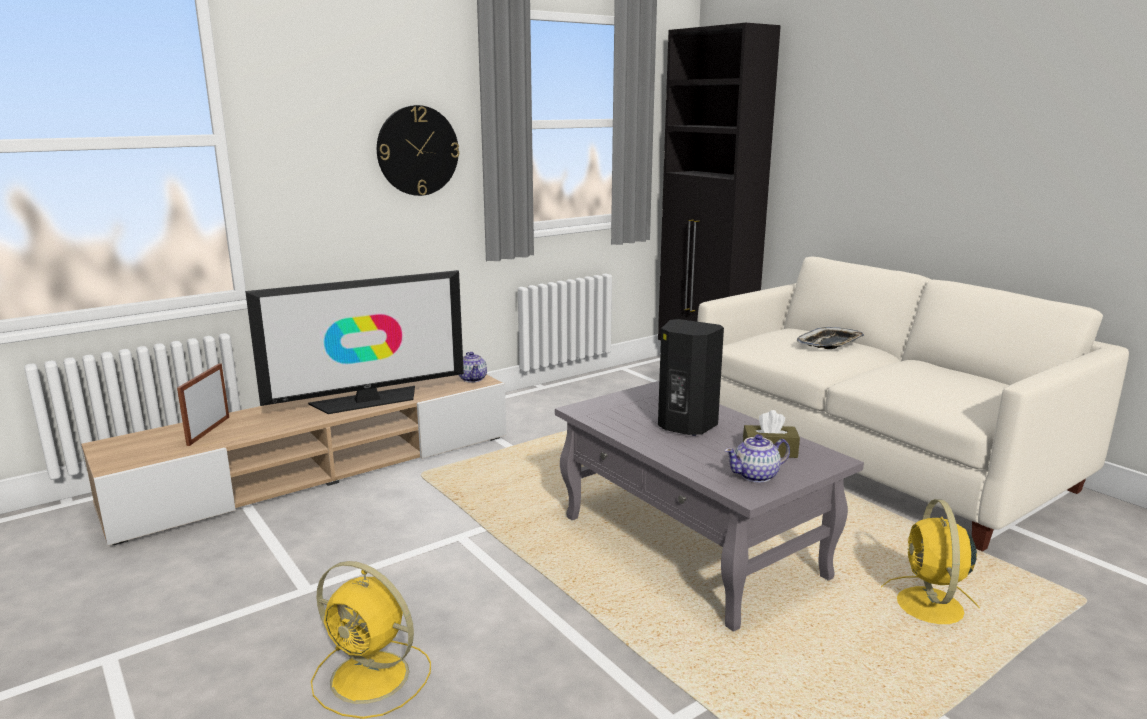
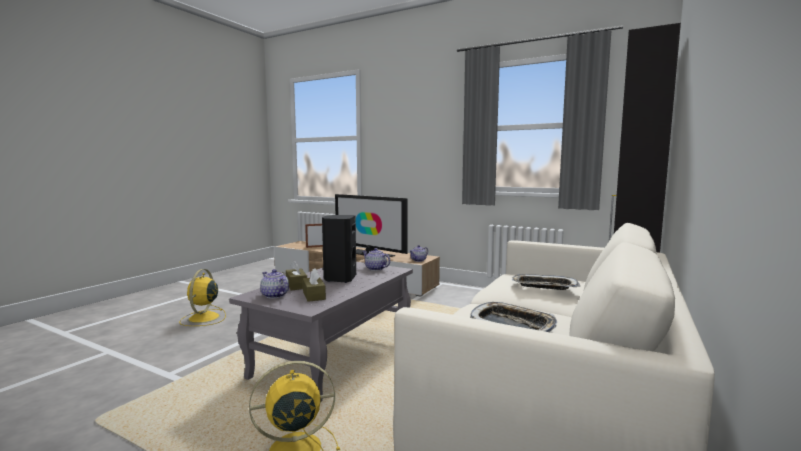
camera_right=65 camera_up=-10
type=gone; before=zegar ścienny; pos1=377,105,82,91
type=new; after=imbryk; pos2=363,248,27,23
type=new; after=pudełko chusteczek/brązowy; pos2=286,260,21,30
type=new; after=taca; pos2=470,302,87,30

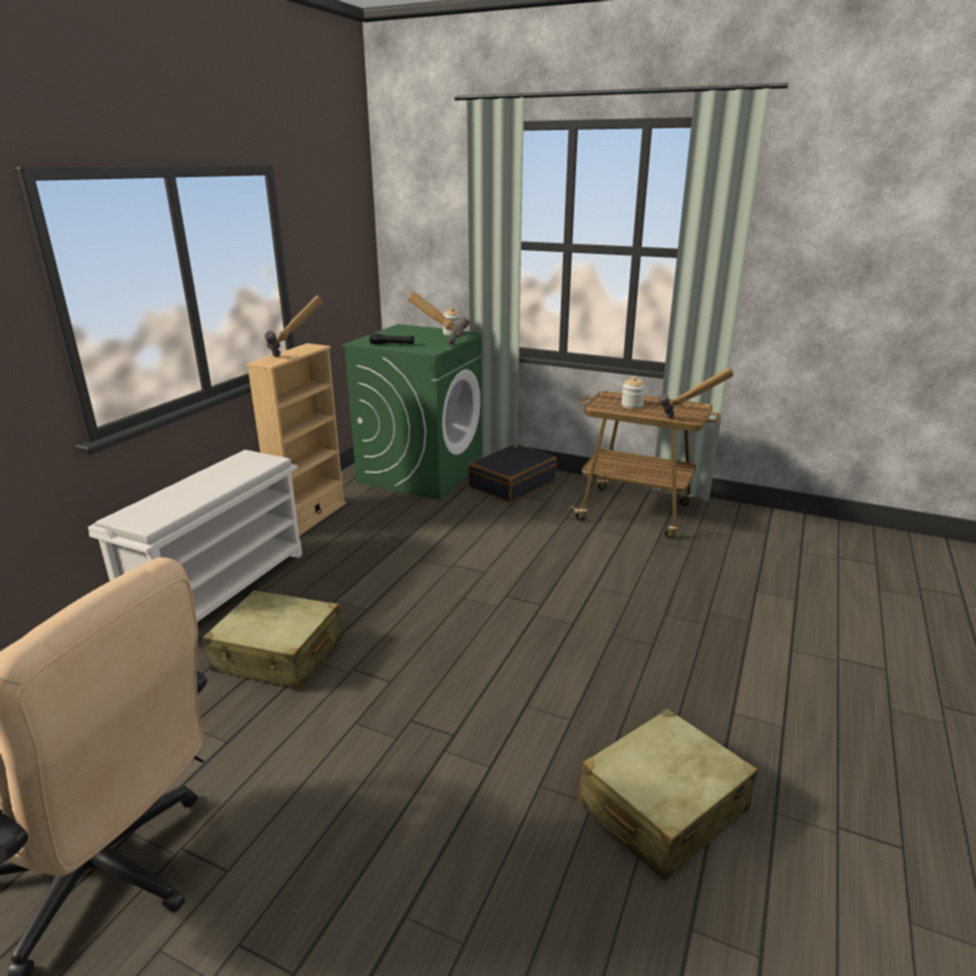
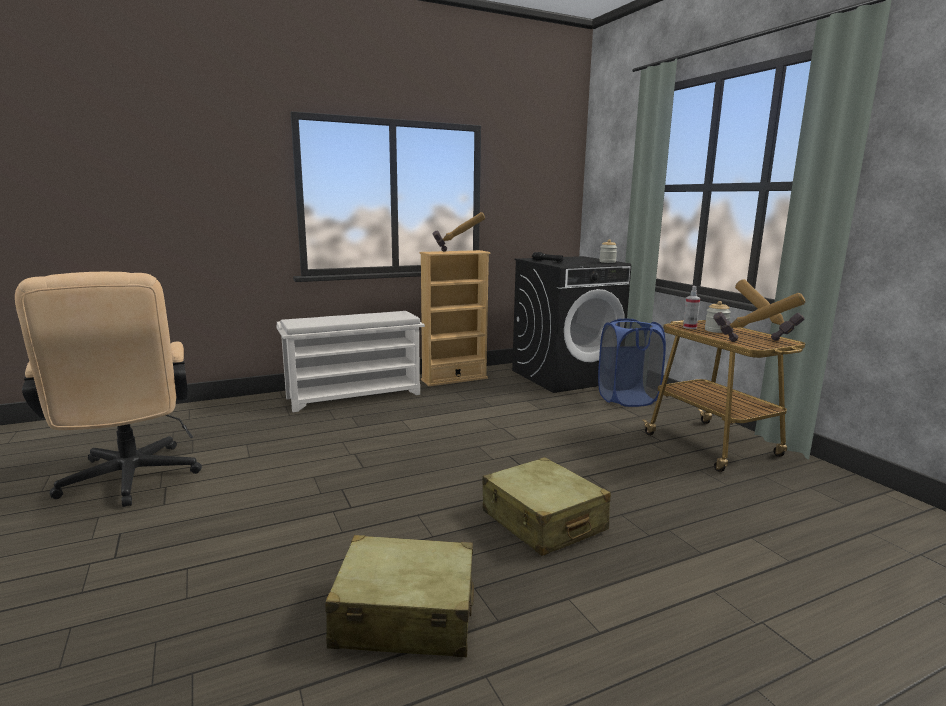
camera_right=40 camera_up=-10
type=shifted; before=młotek; pos1=408,292,62,52; pos2=735,279,70,62
type=repainted; before=pralka/zielony; after=pralka/czarny; pos1=342,324,140,176; pos2=512,256,119,137
type=swapped; before=walizka/czarny; after=kosz na pranie/niebieski; pos1=468,444,89,58; pos2=598,319,68,88
type=shifted; before=walizka/beżowy; pos1=202,590,141,99; pos2=482,457,129,99
type=new; after=spryskiwacz; pos2=683,286,17,43

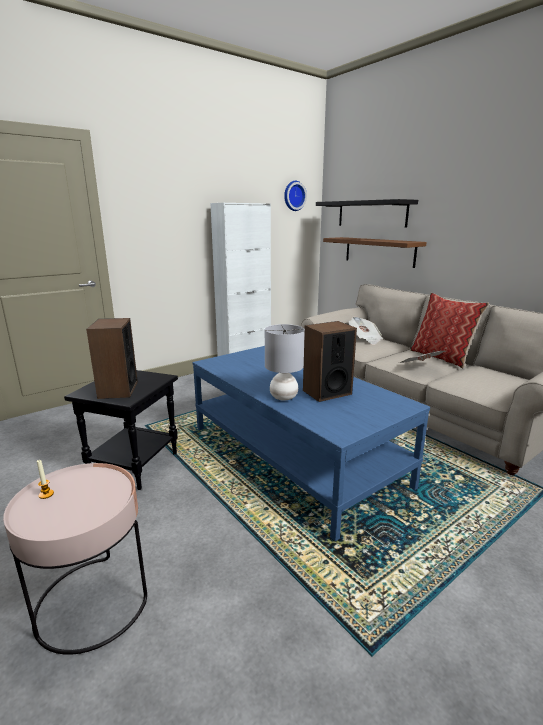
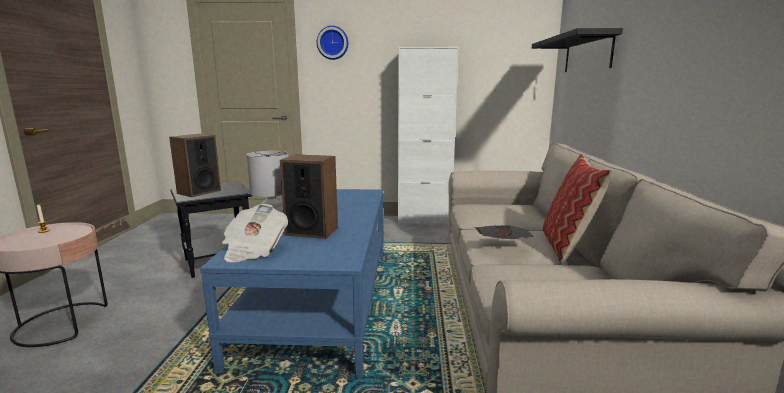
camera_right=40 camera_up=-5
type=shifted; before=zegar ścienny; pos1=284,181,23,30; pos2=317,26,31,34
type=gone; before=półka/brązowy; pos1=323,237,104,31
type=shifted; before=gazeta; pos1=348,317,35,28; pos2=222,204,66,58

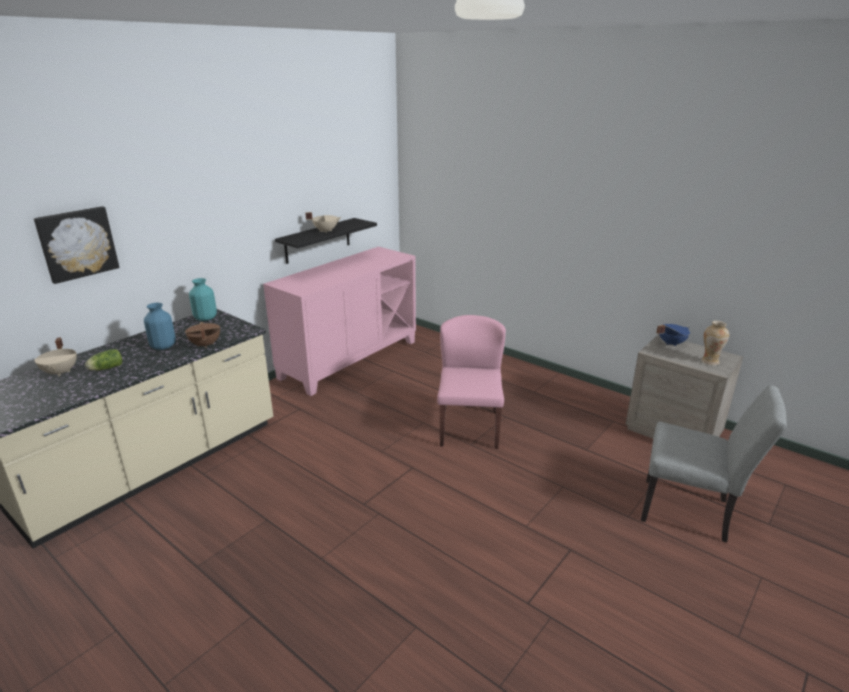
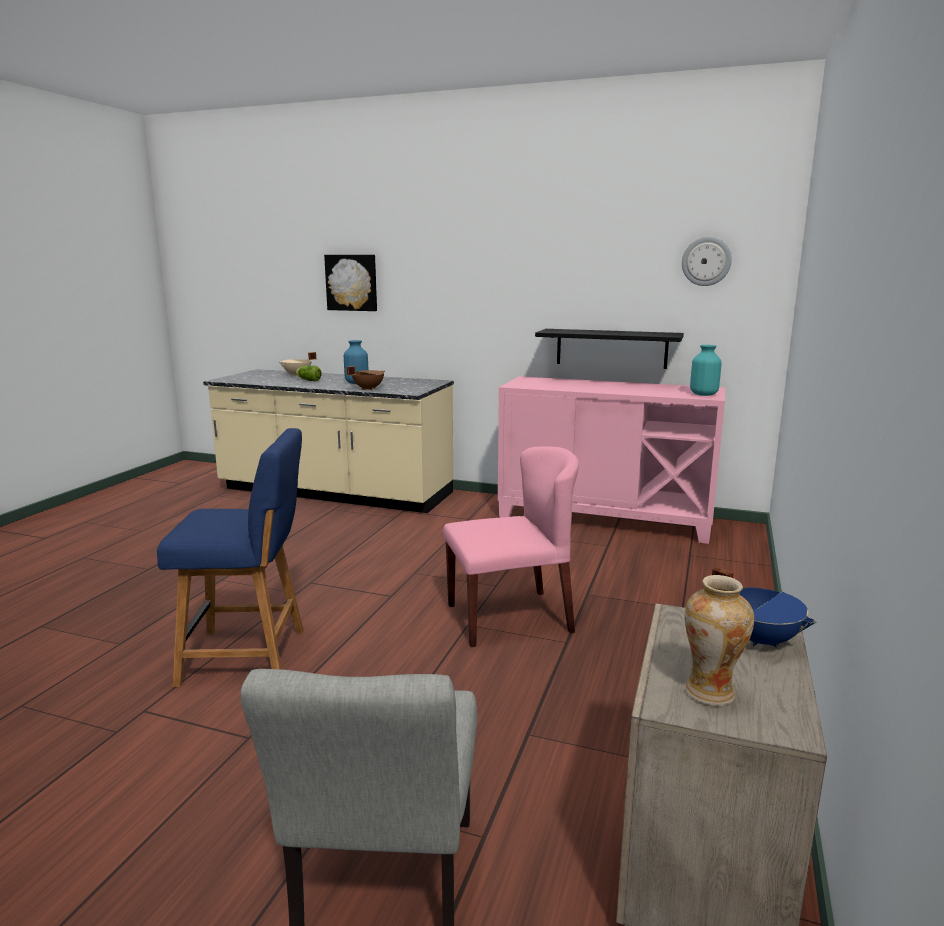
camera_right=70 camera_up=-10
type=gone; before=garnek/beżowy; pos1=305,212,36,21
type=shifted; before=wazon/turkusowy; pos1=189,278,28,43; pos2=690,345,32,51
type=new; after=zegar ścienny; pos2=682,237,50,49
type=new; after=krzesło/niebieski; pos2=157,428,147,259

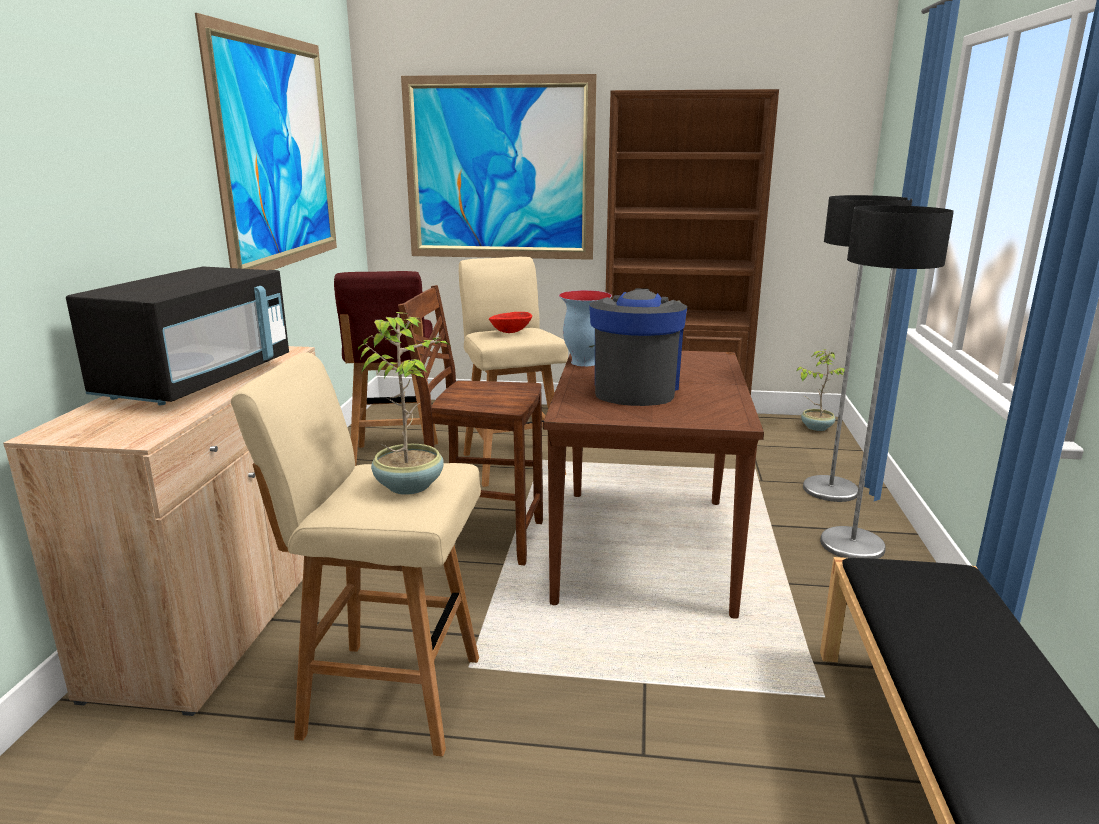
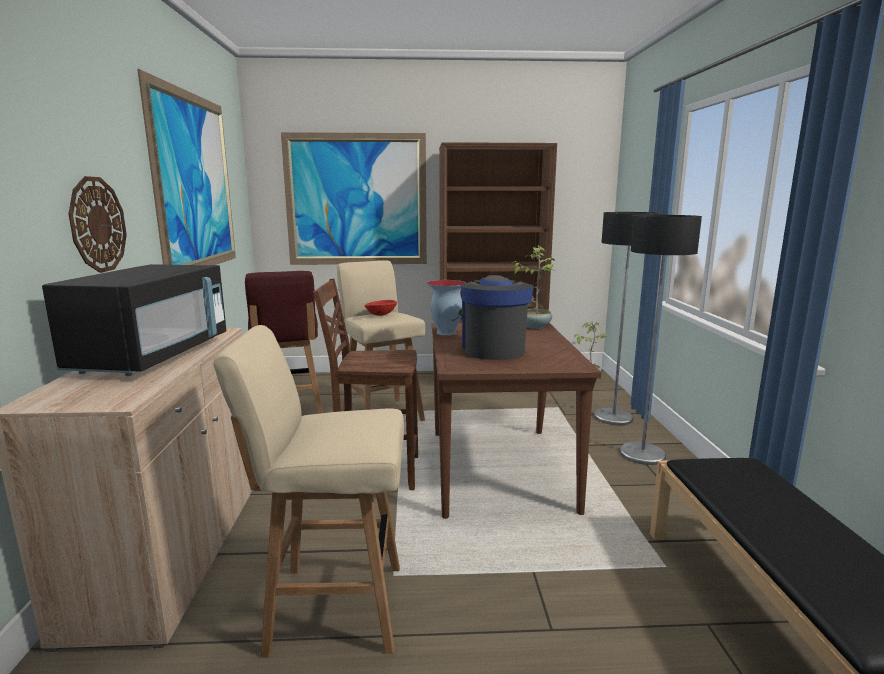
camera_right=-10 camera_up=-5
type=shifted; before=roślina doniczkowa; pos1=358,312,92,183; pos2=513,245,43,84
type=new; after=zegar ścienny; pos2=68,176,59,97

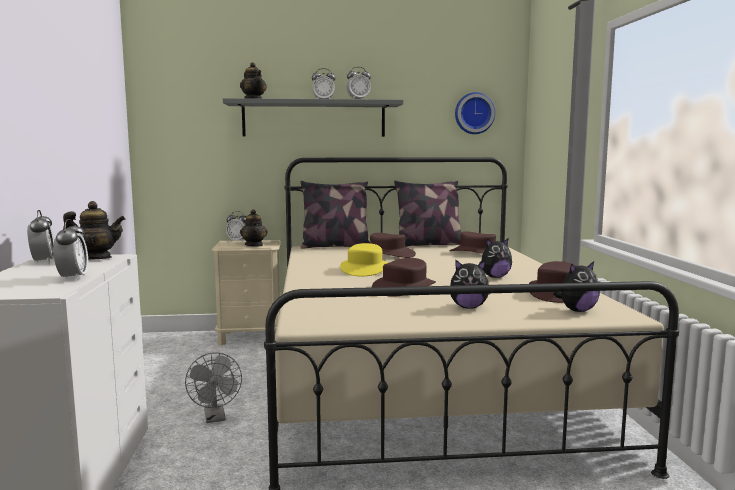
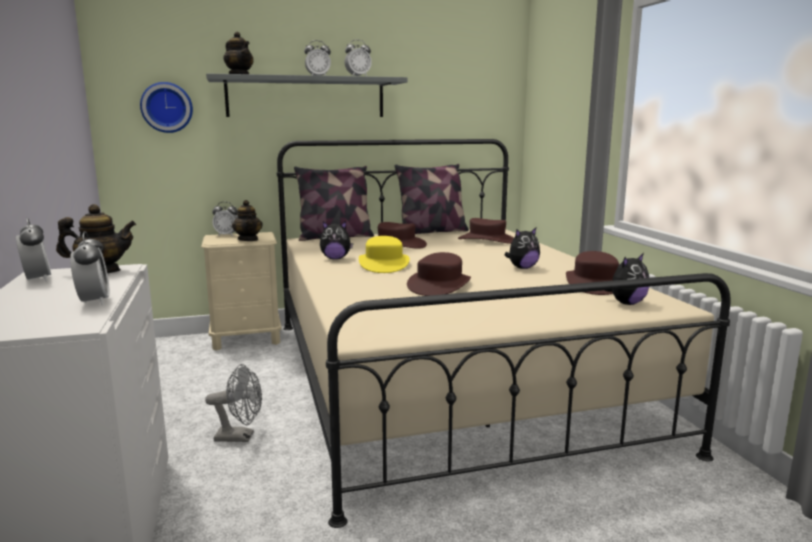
camera_right=-10 camera_up=5
type=shifted; before=zegar ścienny; pos1=455,92,40,42; pos2=140,82,53,51
type=shifted; before=pluszak; pos1=450,259,40,50; pos2=320,221,33,38
type=rotated; before=wentylator/szary; pos1=185,352,57,71; pos2=205,364,57,78; turn=-60

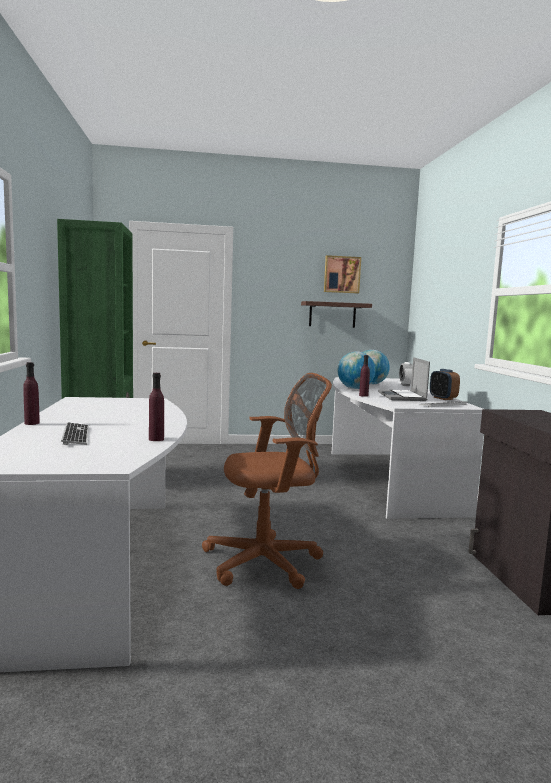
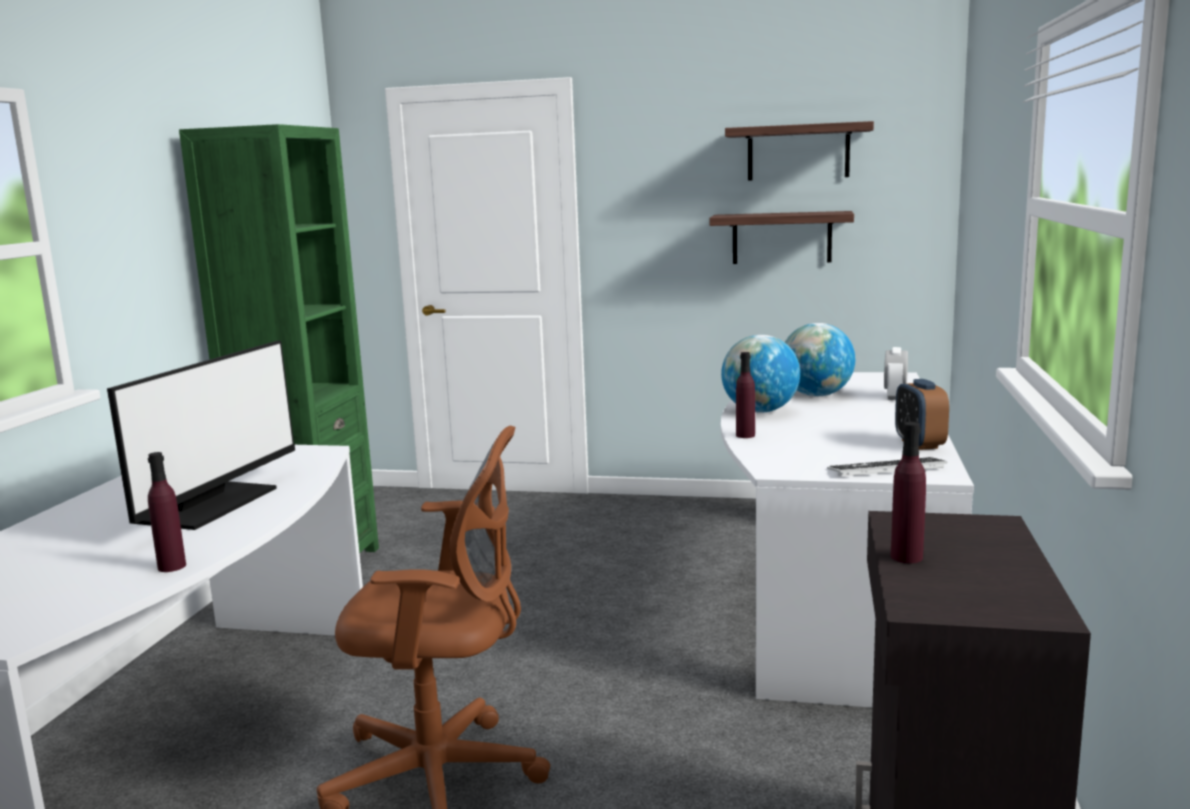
camera_right=20 camera_up=5
type=swapped; before=obraz; after=półka; pos1=324,255,37,38; pos2=725,121,149,60
type=gone; before=laptop; pos1=378,357,52,44
type=shifted; before=butelka/fioletowy; pos1=23,362,17,63; pos2=890,422,36,141
type=gone; before=klawiatura; pos1=61,422,28,23
type=new; after=monitor; pos2=107,341,188,189

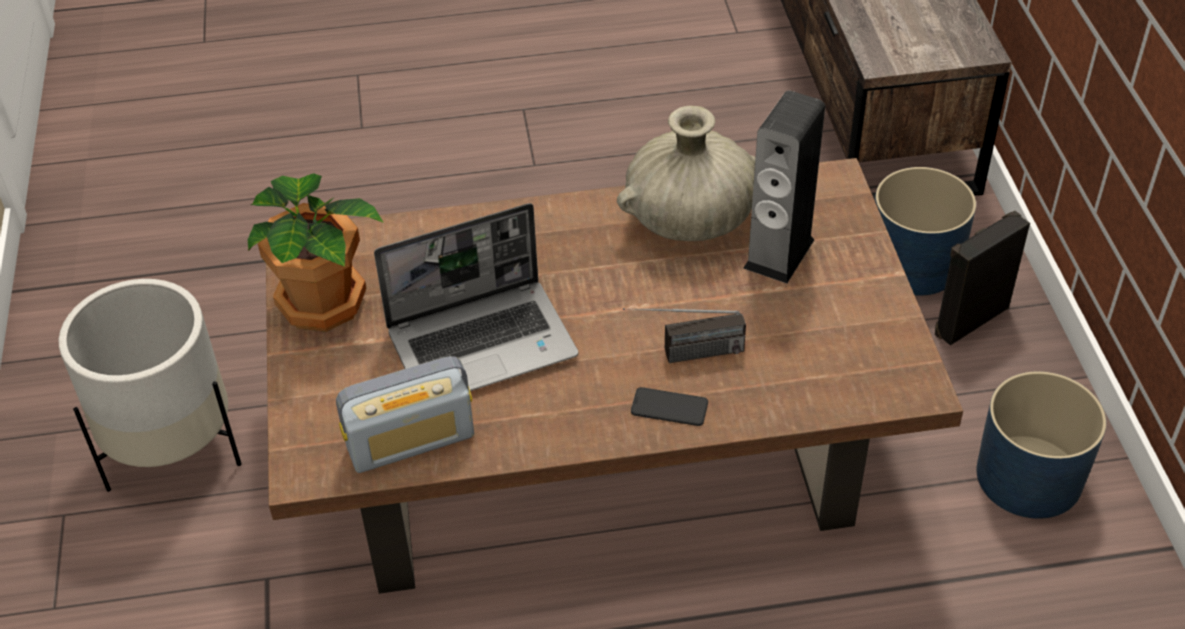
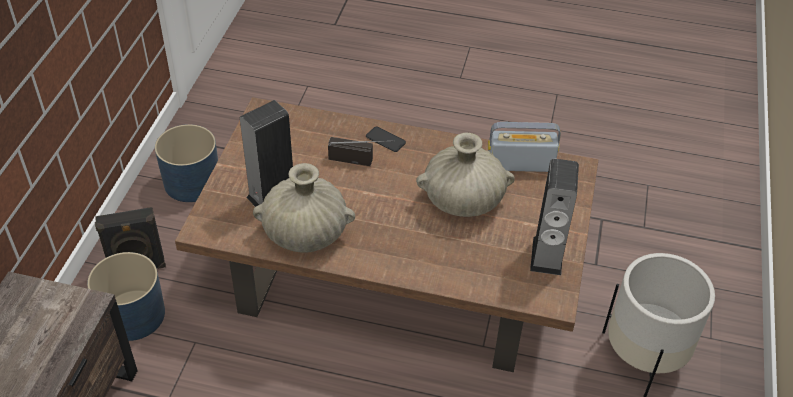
camera_right=-160 camera_up=0
type=swapped; before=roślina doniczkowa; after=głośnik; pos1=248,173,136,159; pos2=530,159,49,116
type=swapped; before=laptop; after=wazon/beżowy; pos1=374,203,204,188; pos2=416,133,99,84

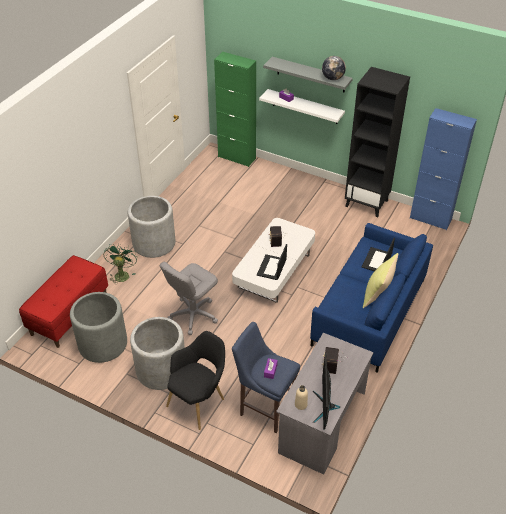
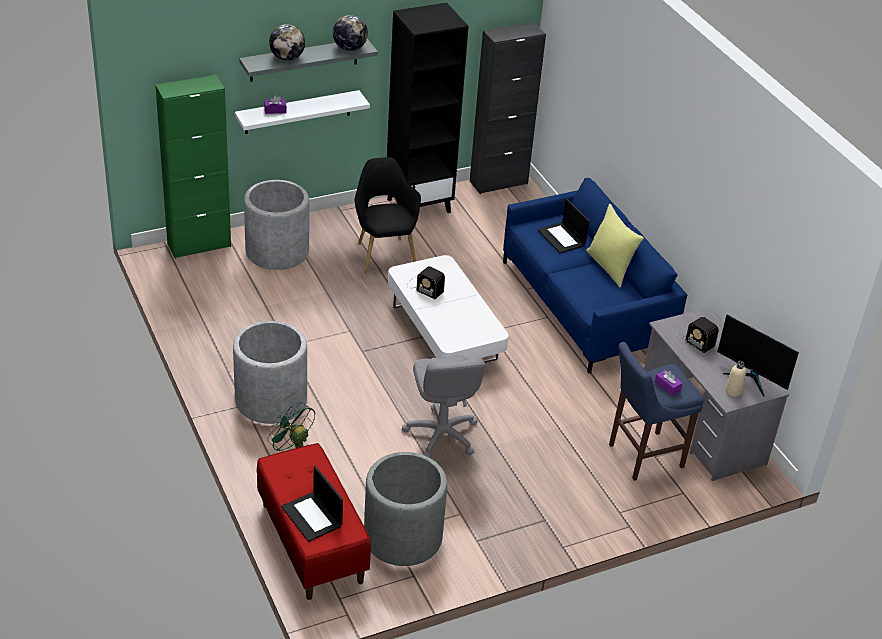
camera_right=-55 camera_up=-5
type=repainted; before=szafka/niebieski; after=szafka/czarny; pos1=410,108,67,122; pos2=470,22,76,172
type=shifted; before=laptop; pos1=257,244,30,36; pos2=281,466,62,76
type=shifted; before=donica/szary; pos1=130,317,55,73; pos2=244,180,65,90
type=shifted; before=fotel/czarny; pos1=166,331,59,99; pos2=354,157,67,117
type=new; after=globus; pos2=269,24,36,37

